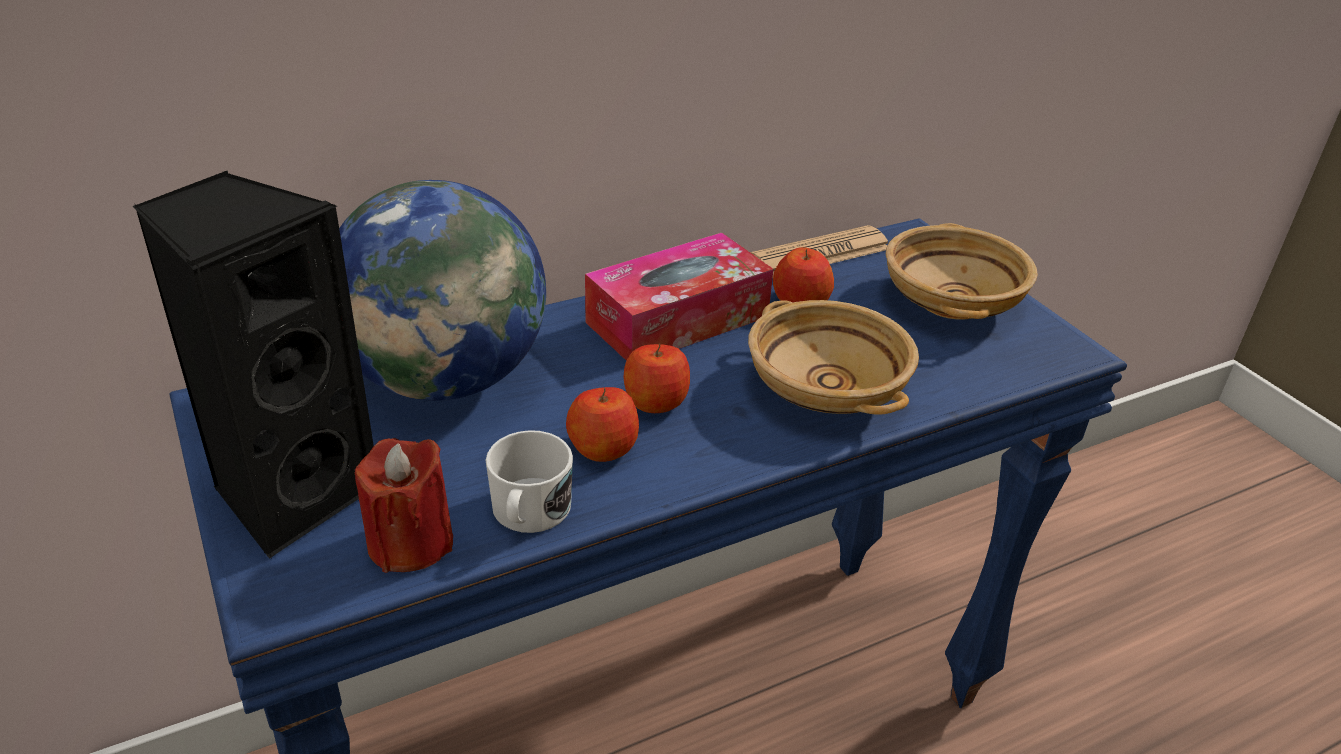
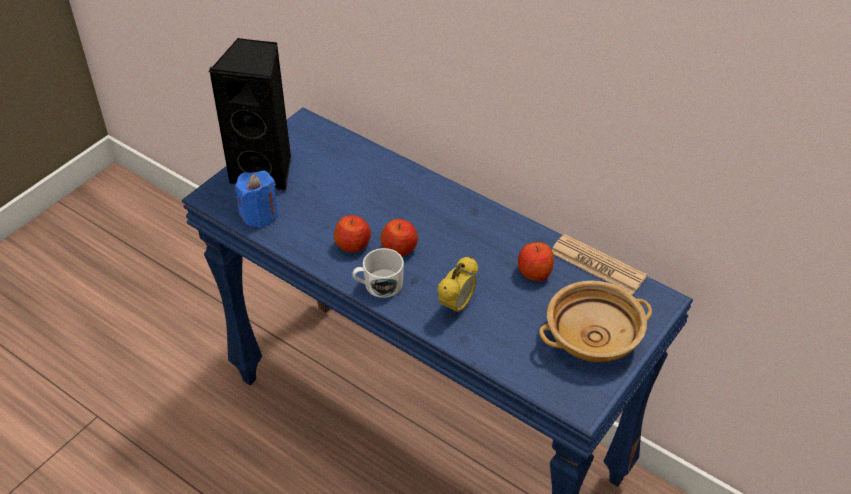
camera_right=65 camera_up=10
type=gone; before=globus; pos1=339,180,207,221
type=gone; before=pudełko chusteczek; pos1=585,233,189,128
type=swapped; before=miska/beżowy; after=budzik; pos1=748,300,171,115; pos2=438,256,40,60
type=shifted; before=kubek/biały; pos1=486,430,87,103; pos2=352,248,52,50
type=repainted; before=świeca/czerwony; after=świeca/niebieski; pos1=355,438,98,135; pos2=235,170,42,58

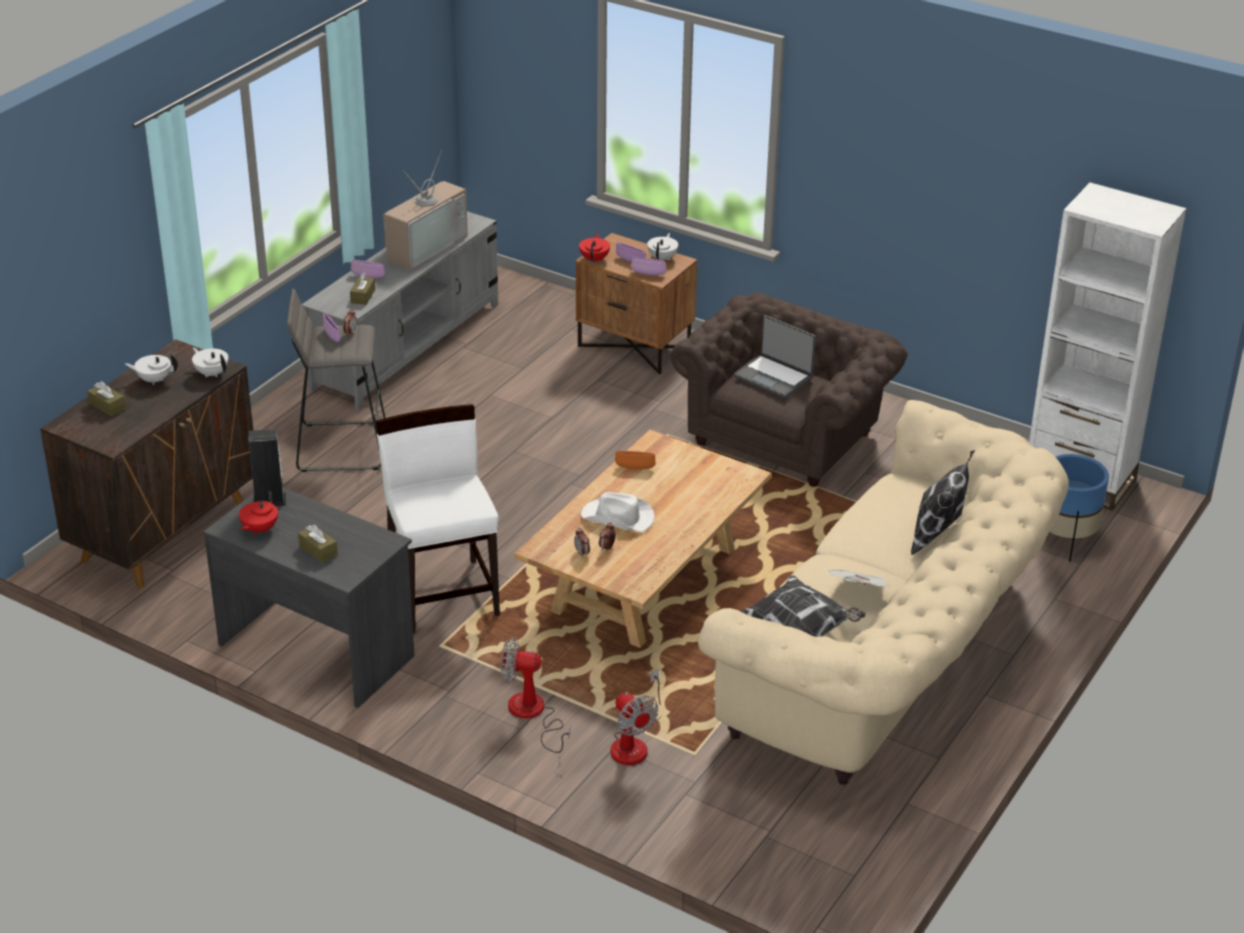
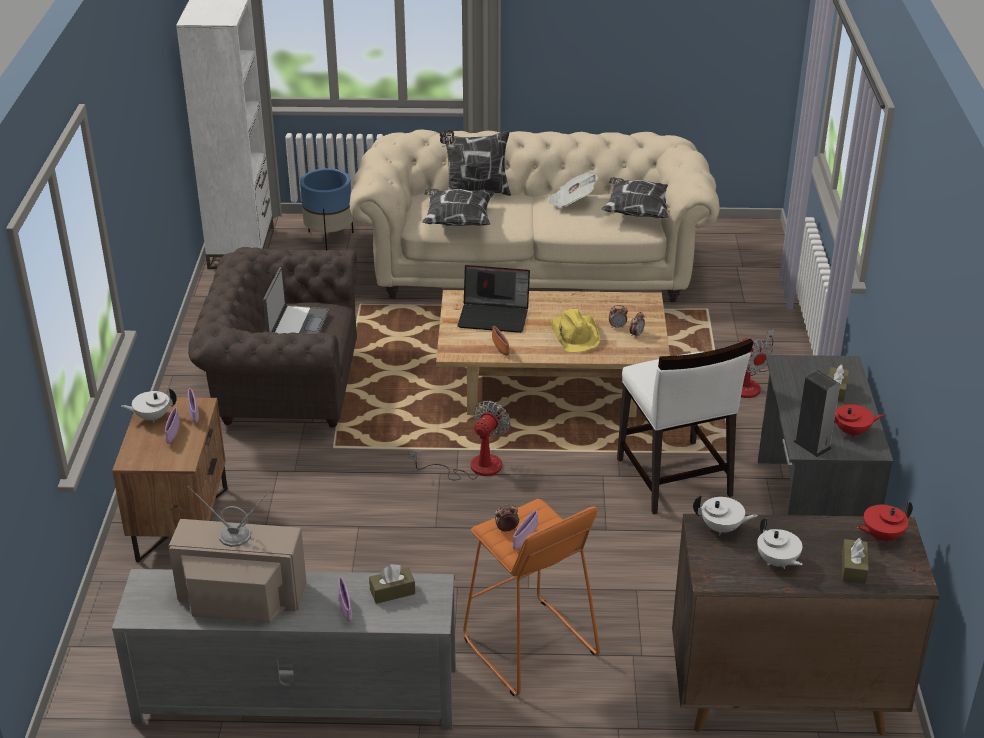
camera_right=-120 camera_up=0
type=shifted; before=imbryk/czerwony; pos1=579,234,31,29; pos2=857,500,56,42
type=repainted; before=stołek/szary; after=stołek/pomarańczowy; pos1=287,289,99,183; pos2=463,499,137,197
type=rotated; before=imbryk/biały; pos1=192,347,36,30; pos2=693,495,65,40; turn=-90
type=rotated; before=krzesło/biały; pos1=376,404,124,230; pos2=617,339,136,176; turn=-60
type=repainted; before=kapelusz/biały; after=kapelusz/żółty; pos1=581,492,73,40; pos2=550,309,50,44
type=shifted; before=wentylator; pos1=611,668,50,97; pos2=409,401,102,79
type=new; after=poduszka; pos2=422,188,72,38
type=new; after=laptop; pos2=457,265,73,68

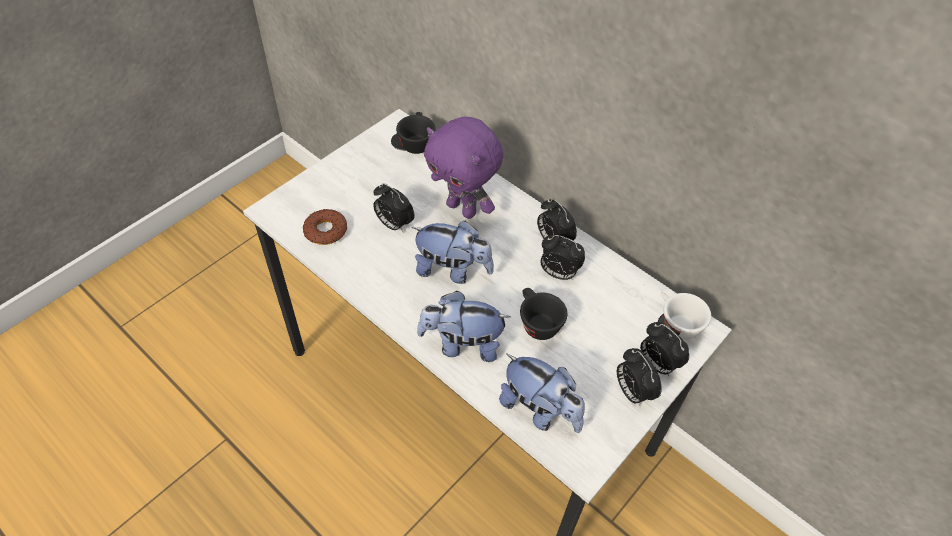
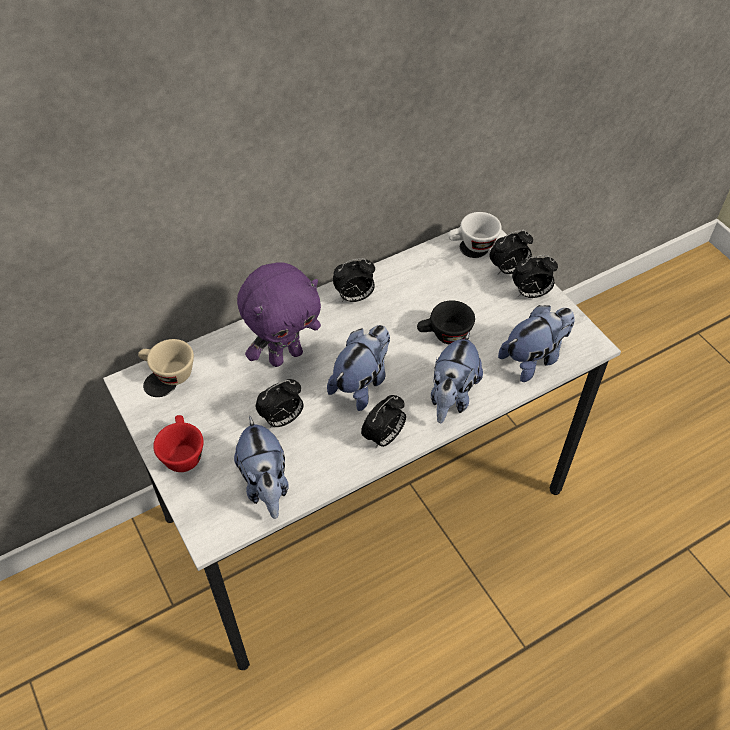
camera_right=-70 camera_up=0
type=repainted; before=filiżanka/czarny; after=filiżanka/beżowy; pos1=396,112,40,42; pos2=138,339,56,46
type=swapped; before=donut; after=pluszak; pos1=303,209,44,36; pos2=234,416,55,103
type=shifted; before=budzik; pos1=540,235,45,45; pos2=361,395,45,54
type=new; after=filiżanka/czerwony; pos2=153,415,50,57

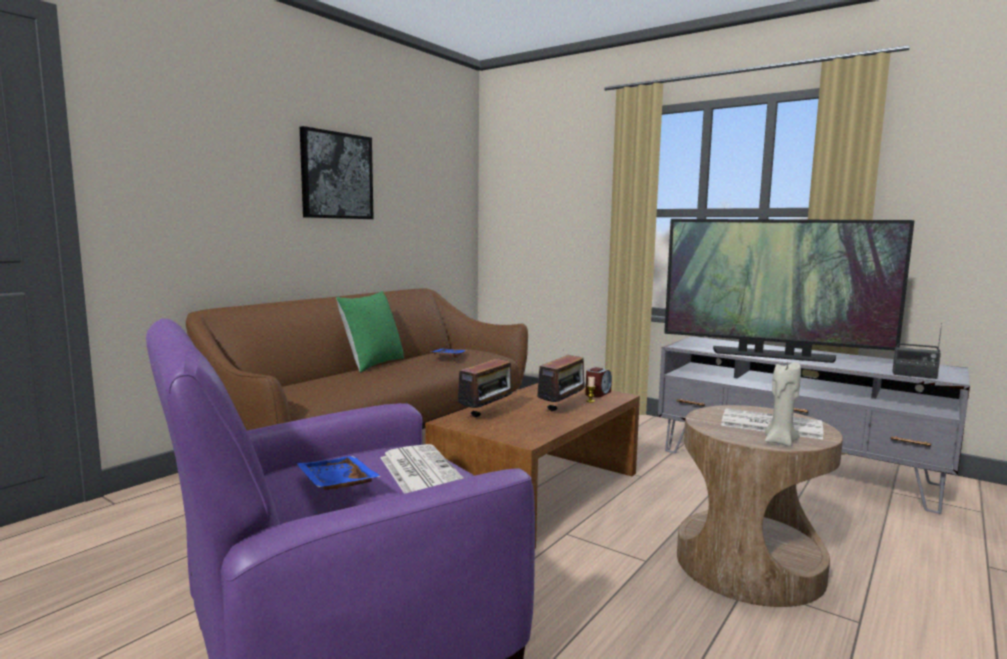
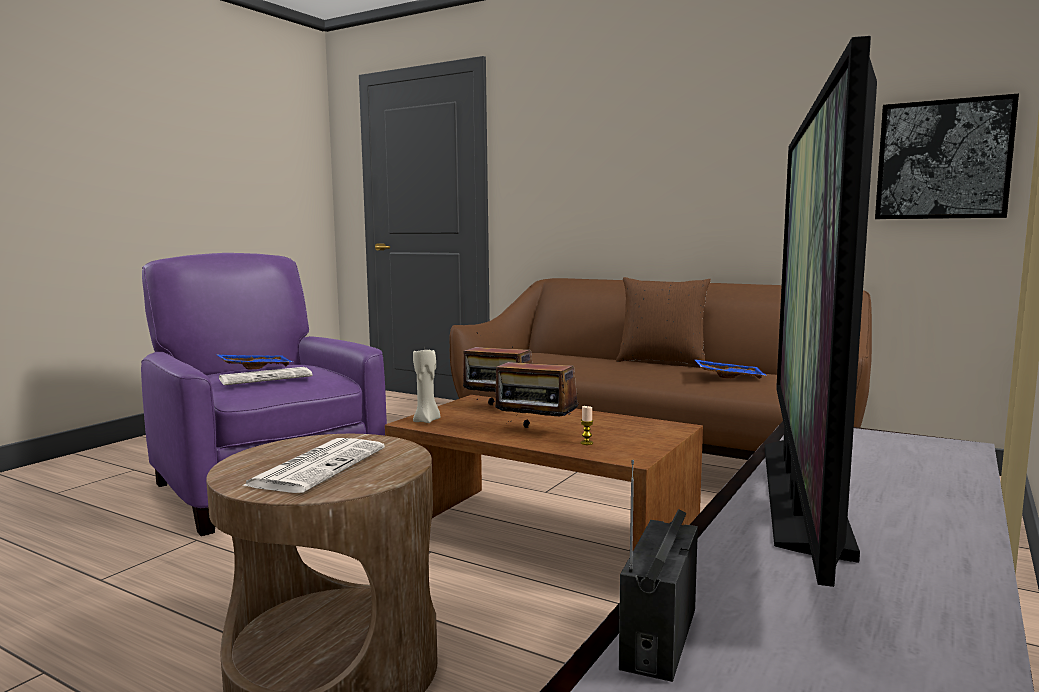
camera_right=85 camera_up=0
type=shifted; before=obraz; pos1=300,126,74,93; pos2=875,94,144,125
type=repainted; before=poduszka/zielony; after=poduszka/brązowy; pos1=336,291,68,82; pos2=616,277,95,88
type=shifted; before=świeca/beżowy; pos1=765,362,36,85; pos2=413,349,28,74
type=gone; before=budzik; pos1=585,367,27,31

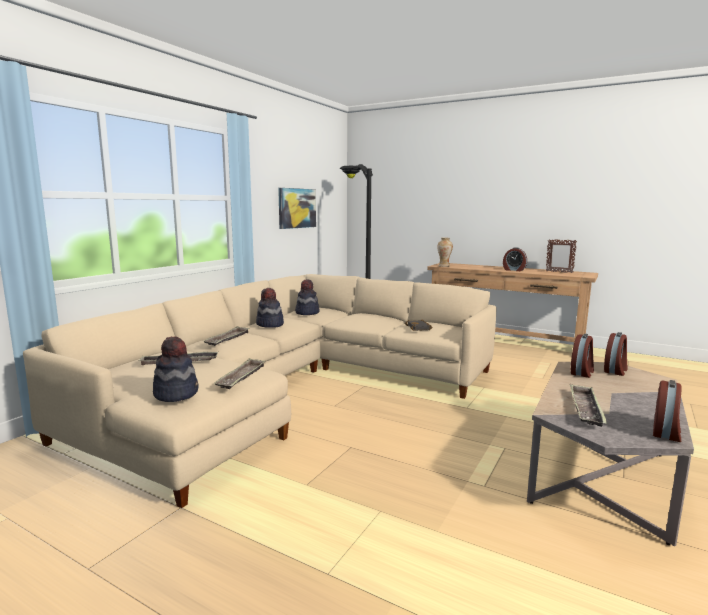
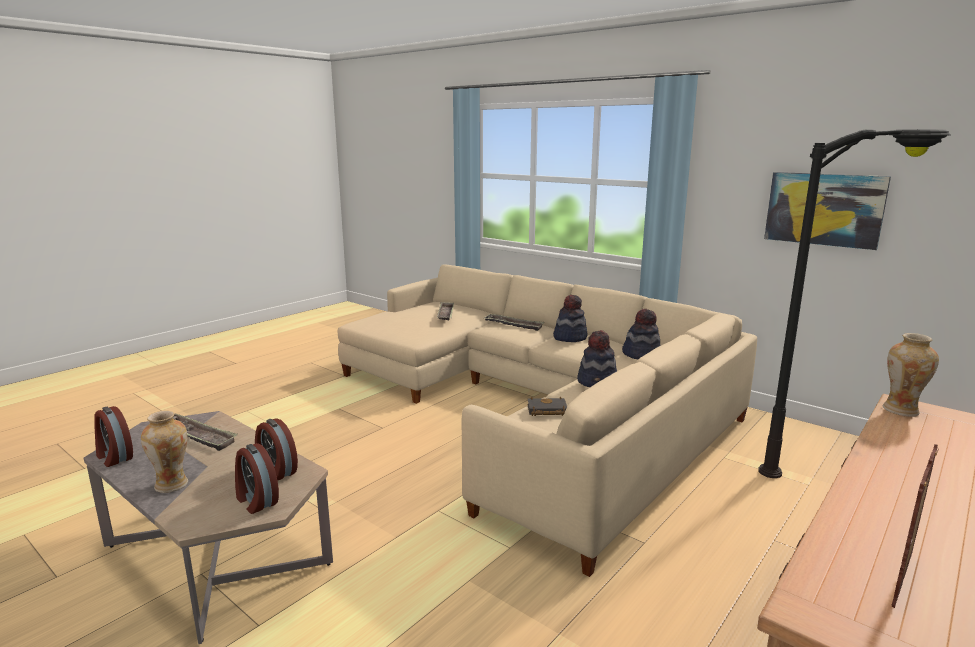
camera_right=100 camera_up=5
type=gone; before=budzik; pos1=503,247,24,24
type=shifted; before=kapelusz; pos1=153,336,45,66; pos2=577,330,40,57
type=gone; before=taca; pos1=214,358,51,31
type=new; after=wazon; pos2=141,411,47,82

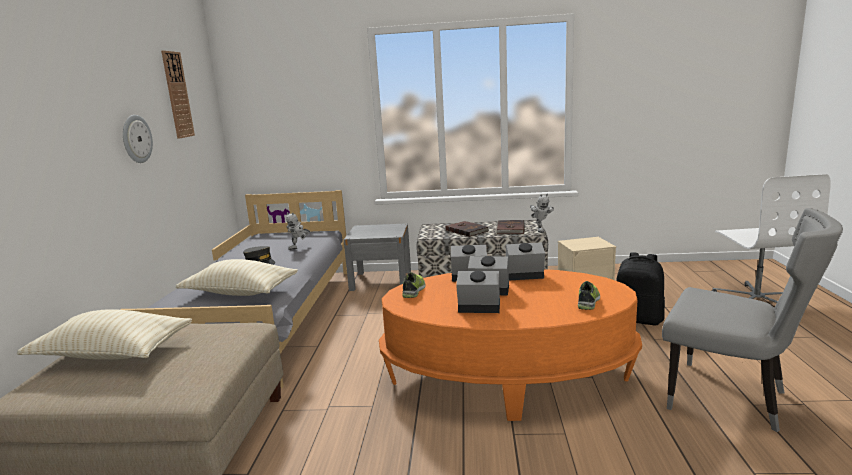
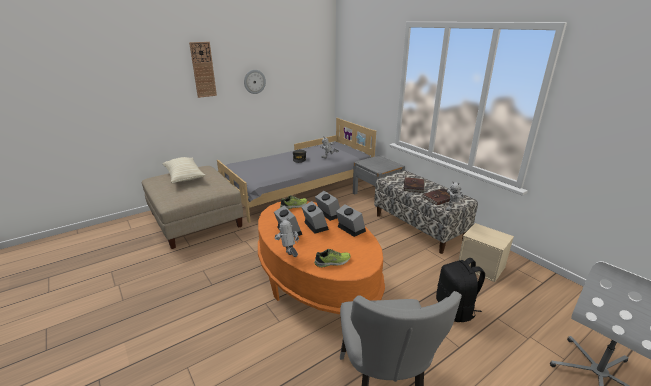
camera_right=50 camera_up=10
type=shifted; before=zegar ścienny; pos1=161,50,34,89; pos2=189,42,28,56
type=gone; before=poduszka/beżowy; pos1=176,259,122,37
type=new; after=robot zabawkowy; pos2=275,218,24,39

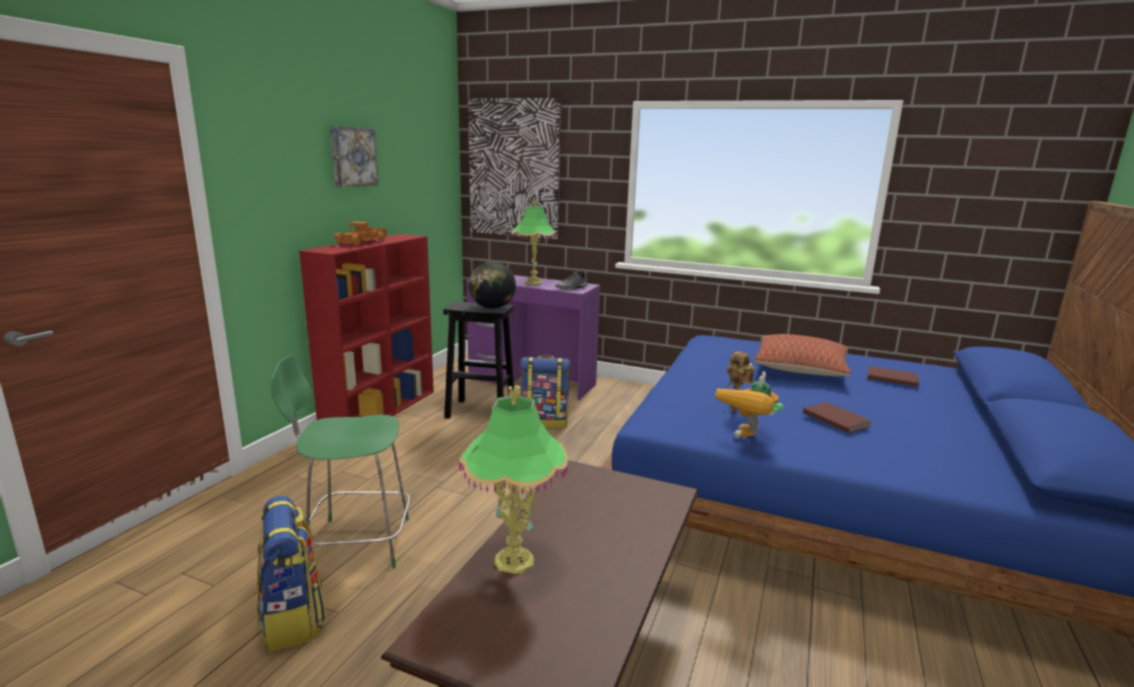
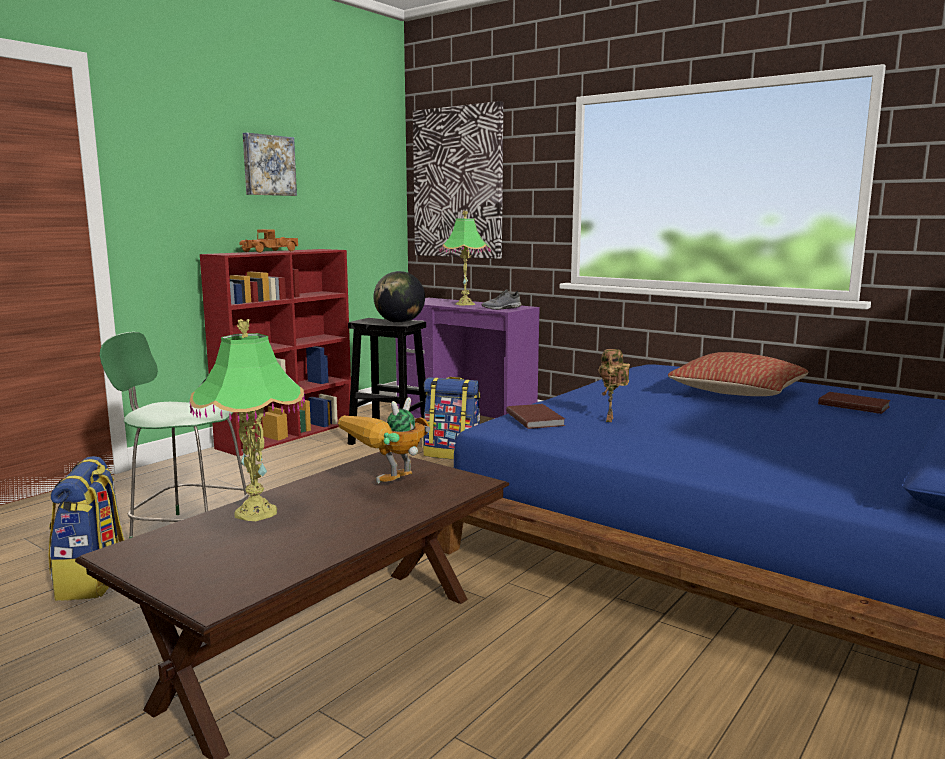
camera_right=15 camera_up=-5
type=shifted; before=robot zabawkowy; pos1=715,371,69,68; pos2=338,397,92,87
type=shifted; before=książka/brązowy; pos1=803,402,68,31; pos2=506,404,59,25

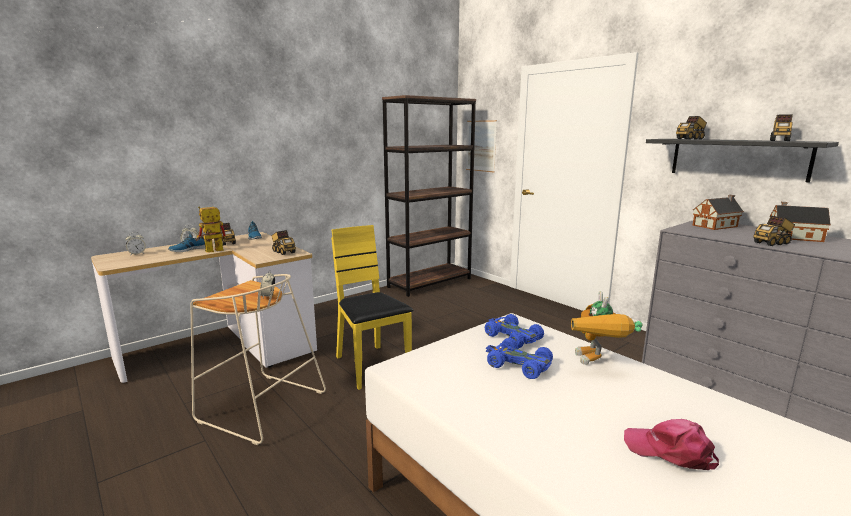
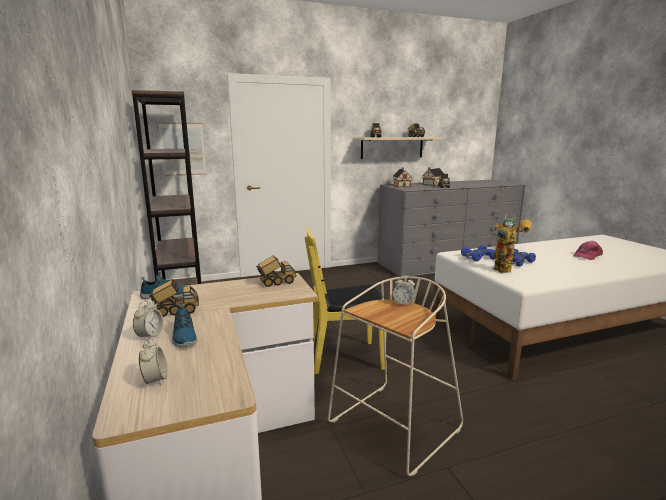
camera_right=-70 camera_up=0
type=repainted; before=półka/czarny; after=półka/beżowy; pos1=646,139,193,44; pos2=354,137,88,22
type=shifted; before=robot zabawkowy; pos1=196,206,31,47; pos2=492,228,31,45

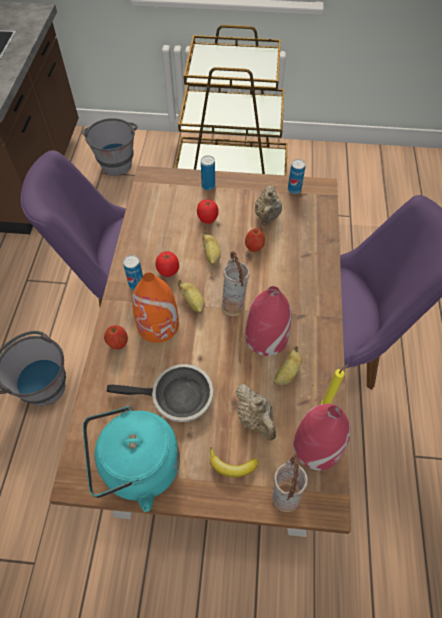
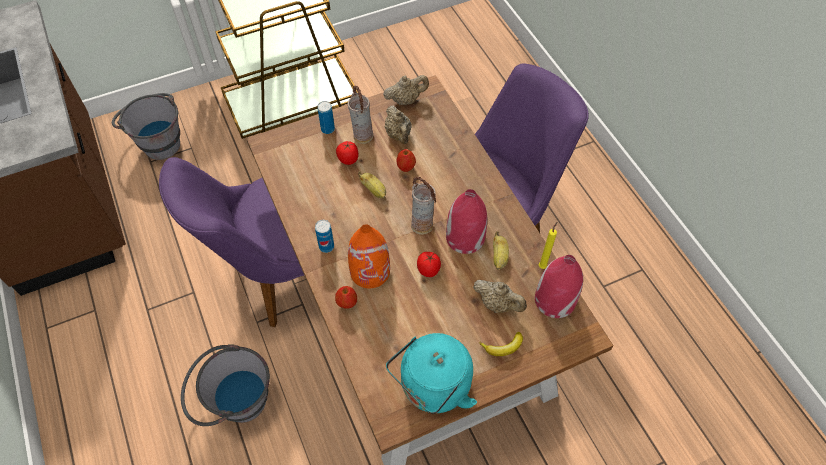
camera_right=-30 camera_up=0
type=swapped; before=puszka; after=imbryk/beżowy; pos1=288,159,18,35; pos2=383,75,46,30
type=shifted; before=pomidor; pos1=155,251,24,26; pos2=417,252,24,25
type=gone; before=banan; pos1=178,280,27,34
type=gone; before=patelnia; pos1=107,364,106,58
type=shifted; before=wazon; pos1=272,455,36,57; pos2=348,85,26,59

